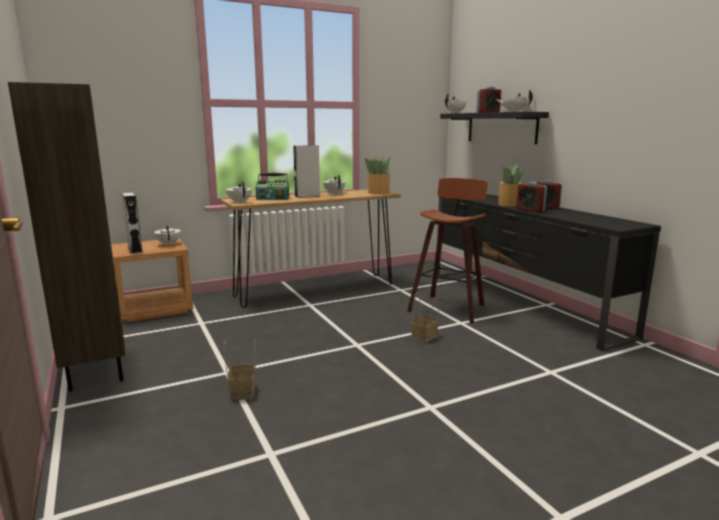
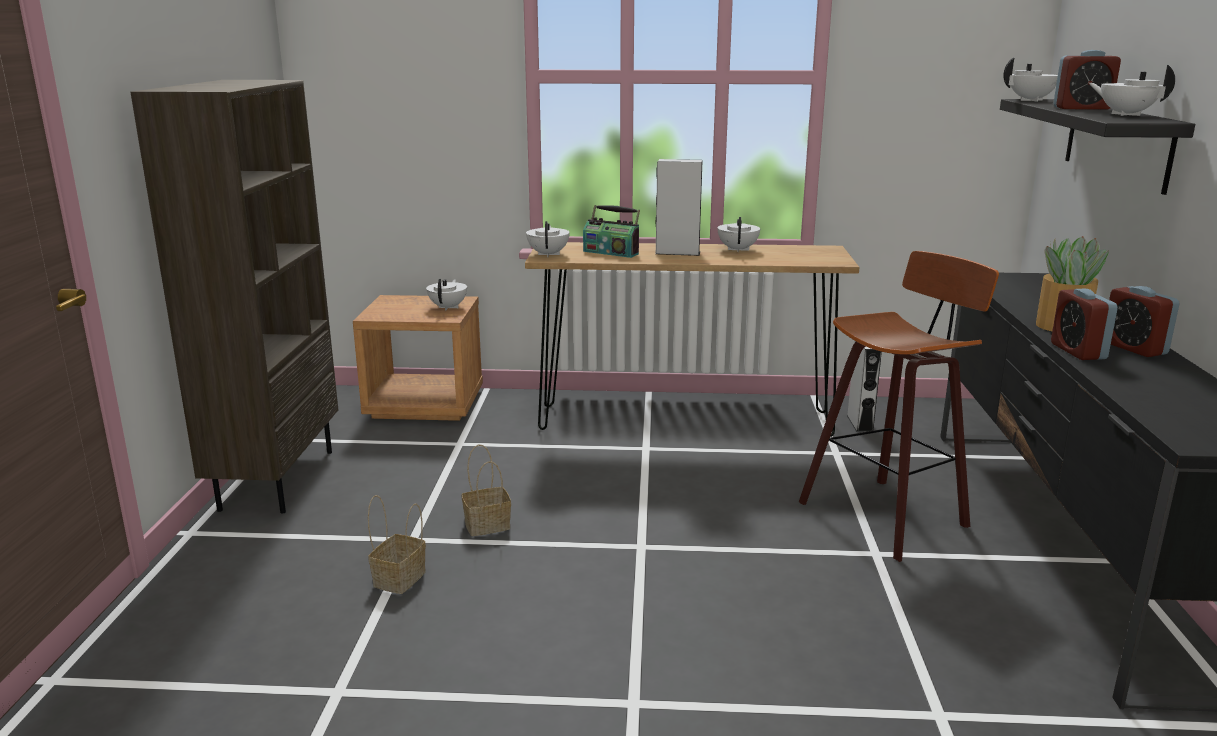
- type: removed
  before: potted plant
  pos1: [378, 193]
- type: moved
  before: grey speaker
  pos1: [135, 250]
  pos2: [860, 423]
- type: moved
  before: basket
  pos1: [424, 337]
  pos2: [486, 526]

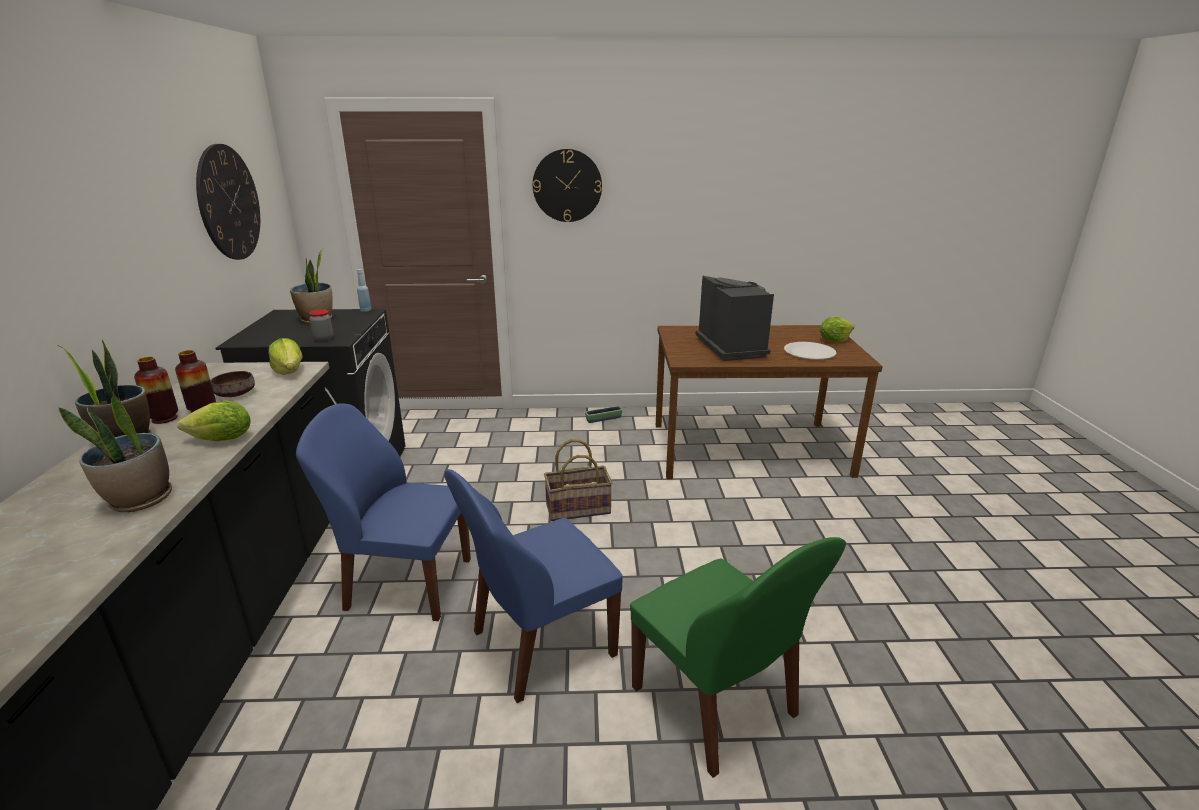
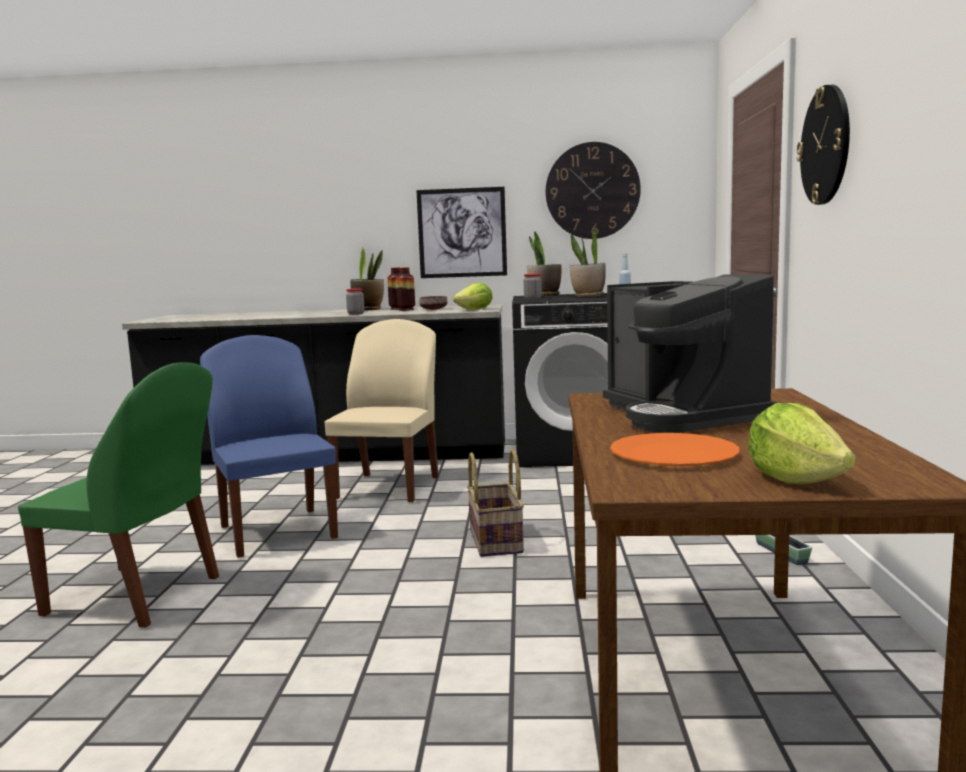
- type: added
  after: picture
  pos2: [462, 233]
- type: moved
  before: potted plant
  pos1: [140, 500]
  pos2: [544, 295]
- type: replaced
  before: lettuce
  after: jar
  pos1: [223, 440]
  pos2: [356, 314]
- type: recoloured
  before: blue chair
  after: beige chair
  pos1: [406, 583]
  pos2: [389, 487]
- type: recoloured
  before: white plate
  after: orange plate
  pos1: [809, 352]
  pos2: [674, 454]
- type: turned
  before: green chair
  pos1: [716, 705]
  pos2: [137, 597]
  turn: -135
- type: turned
  before: coffee machine
  pos1: [732, 347]
  pos2: [682, 415]
  turn: 75

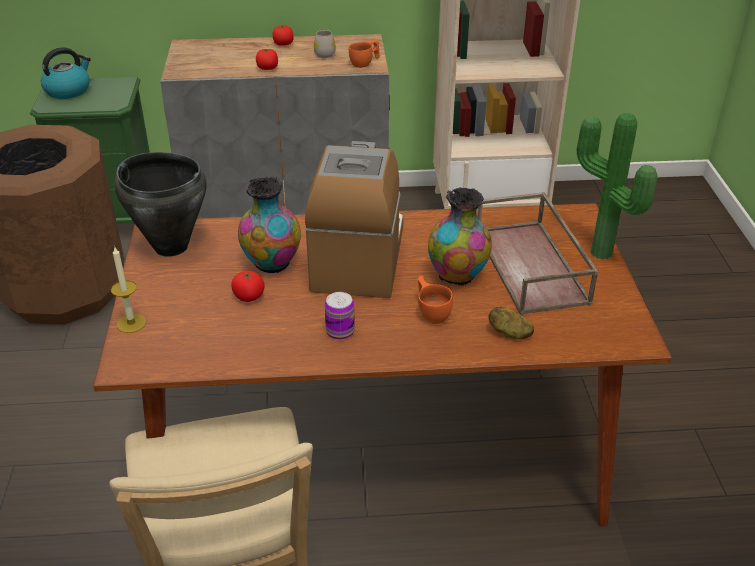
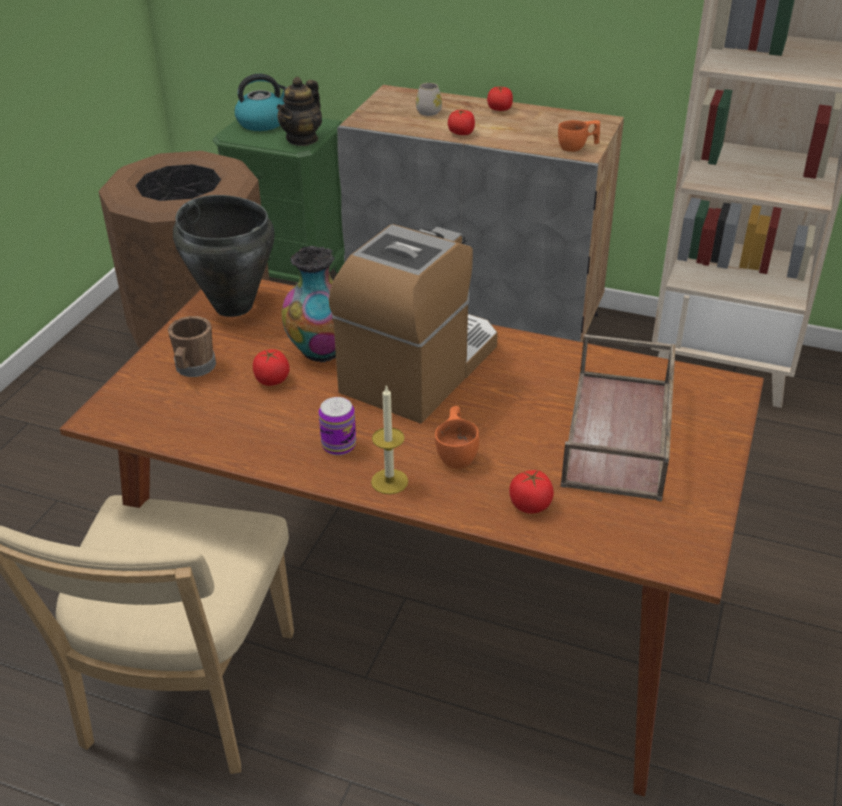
- type: removed
  before: vase
  pos1: [458, 276]
- type: removed
  before: potted plant
  pos1: [598, 254]
- type: added
  after: brown mug
  pos2: [193, 369]
- type: added
  after: teapot
  pos2: [302, 139]
- type: moved
  before: candle
  pos1: [131, 323]
  pos2: [389, 481]
- type: moved
  before: white mug
  pos1: [324, 53]
  pos2: [430, 110]
- type: replaced
  before: potato
  after: tomato
  pos1: [509, 333]
  pos2: [530, 505]

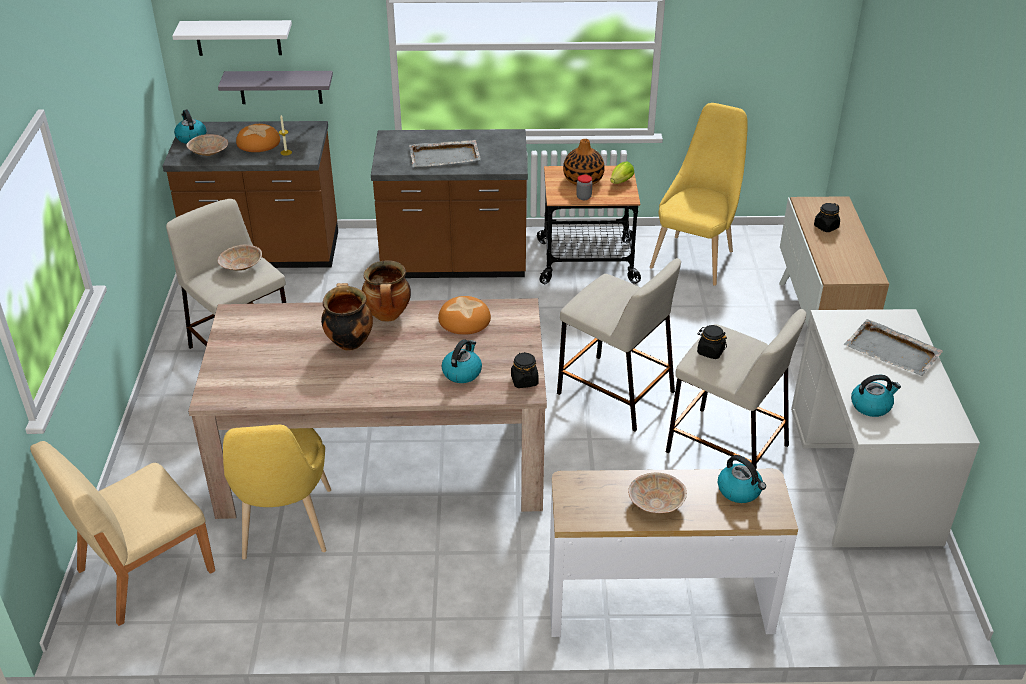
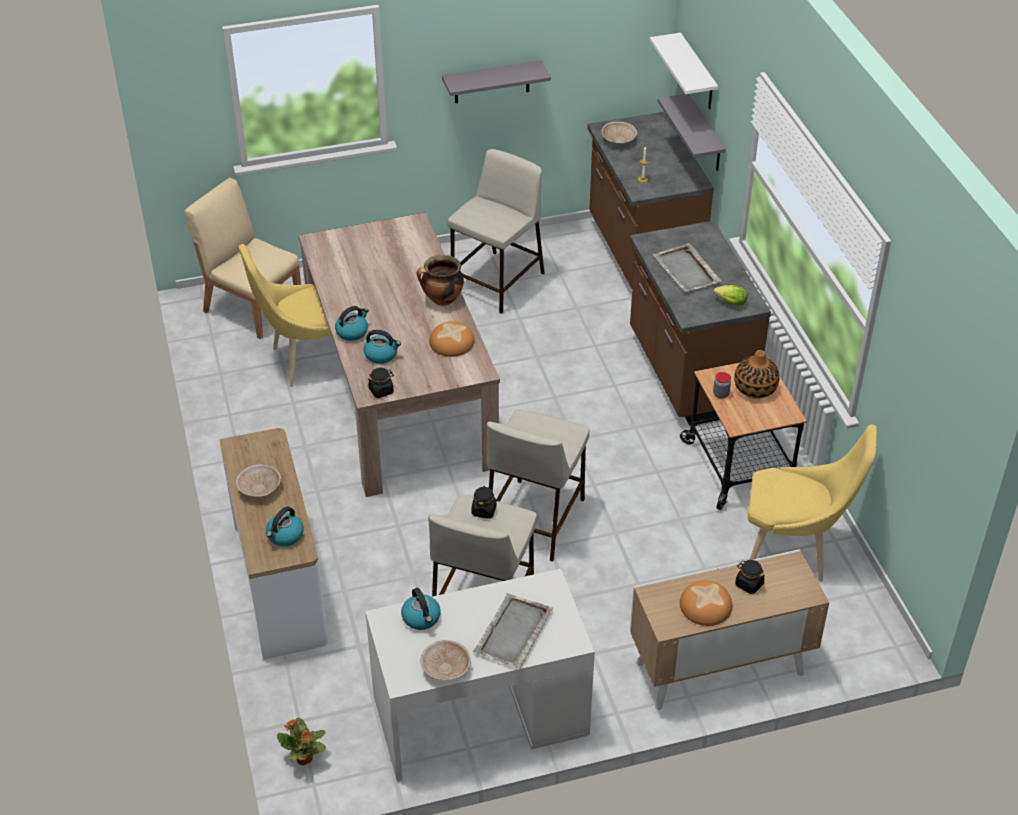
- type: removed
  before: cooking pot
  pos1: [349, 341]
- type: added
  after: potted plant
  pos2: [304, 759]
- type: added
  after: grey shelf
  pos2: [492, 82]
- type: moved
  before: kettle
  pos1: [191, 137]
  pos2: [352, 332]
- type: moved
  before: beige bowl
  pos1: [241, 267]
  pos2: [445, 668]
- type: moved
  before: bread
  pos1: [258, 143]
  pos2: [705, 605]
- type: moved
  before: lettuce
  pos1: [620, 183]
  pos2: [729, 302]

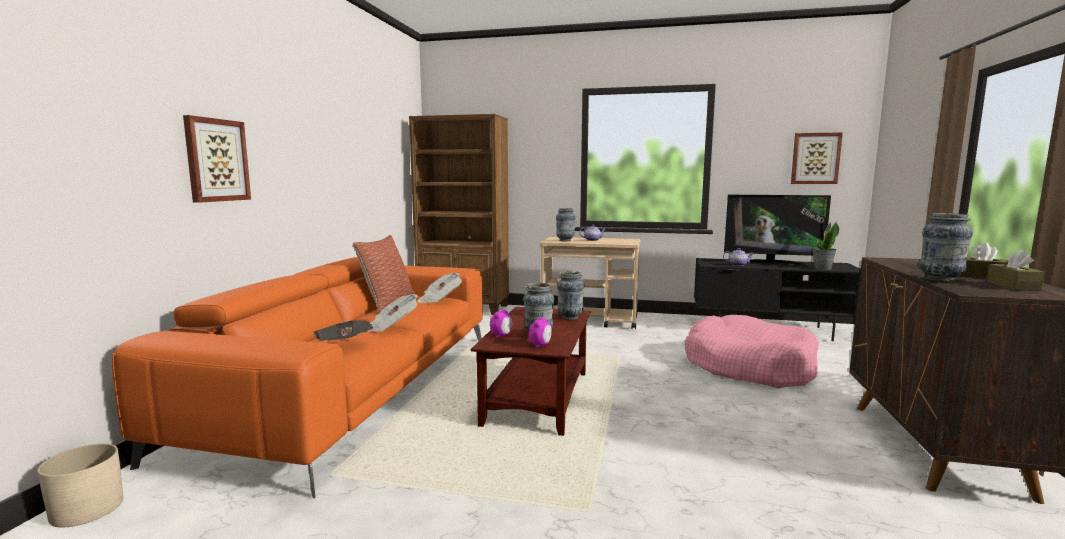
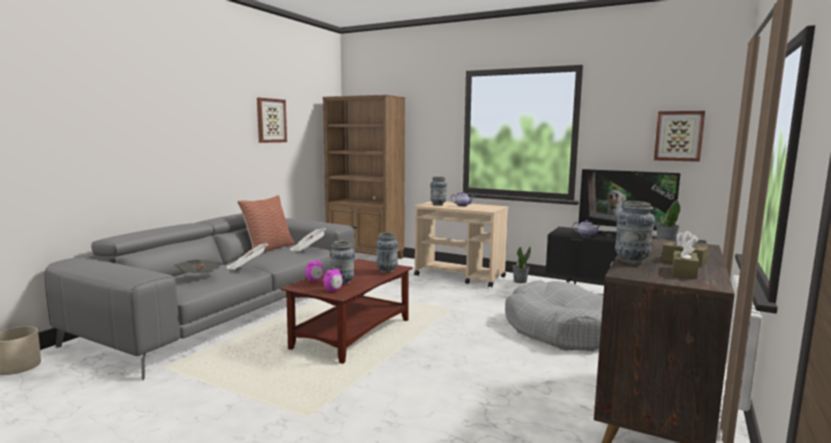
- type: added
  after: potted plant
  pos2: [520, 281]
- type: moved
  before: picture
  pos1: [216, 160]
  pos2: [271, 120]
- type: recoloured
  before: orange sofa
  after: grey sofa
  pos1: [355, 386]
  pos2: [231, 310]
- type: recoloured
  before: pink dog bed
  after: grey dog bed
  pos1: [748, 366]
  pos2: [559, 329]

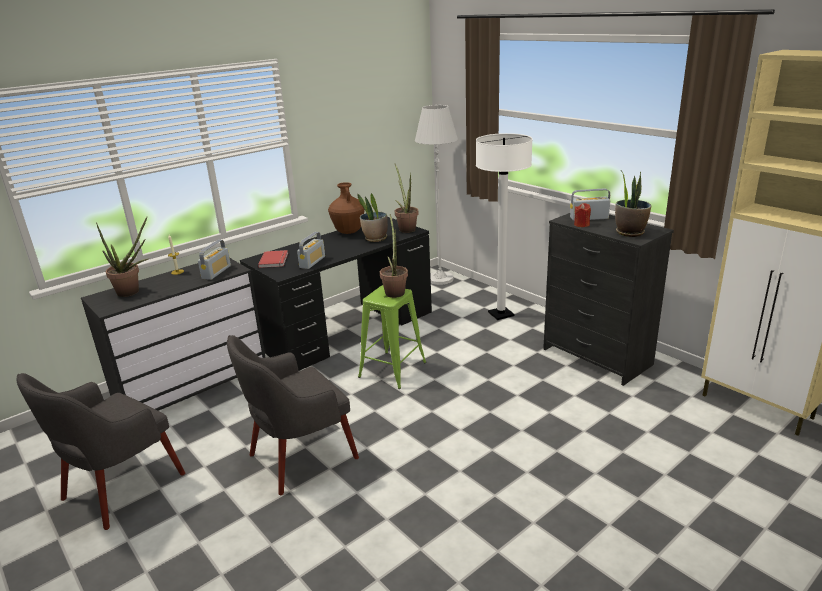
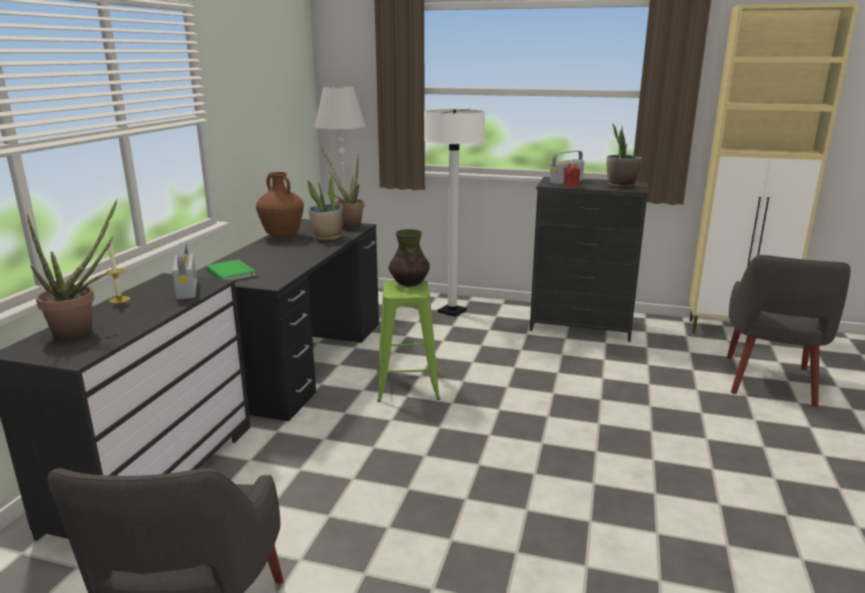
- type: removed
  before: radio
  pos1: [312, 262]
- type: moved
  before: grey armchair
  pos1: [301, 457]
  pos2: [769, 381]
- type: replaced
  before: potted plant
  after: vase
  pos1: [395, 291]
  pos2: [409, 283]
- type: recoloured
  before: red book
  after: green book
  pos1: [275, 260]
  pos2: [232, 272]

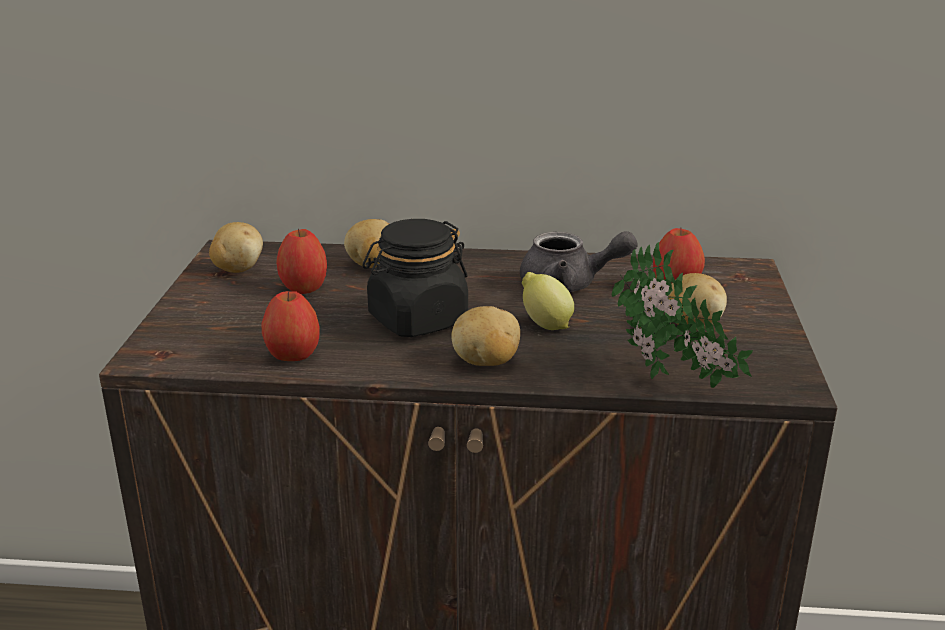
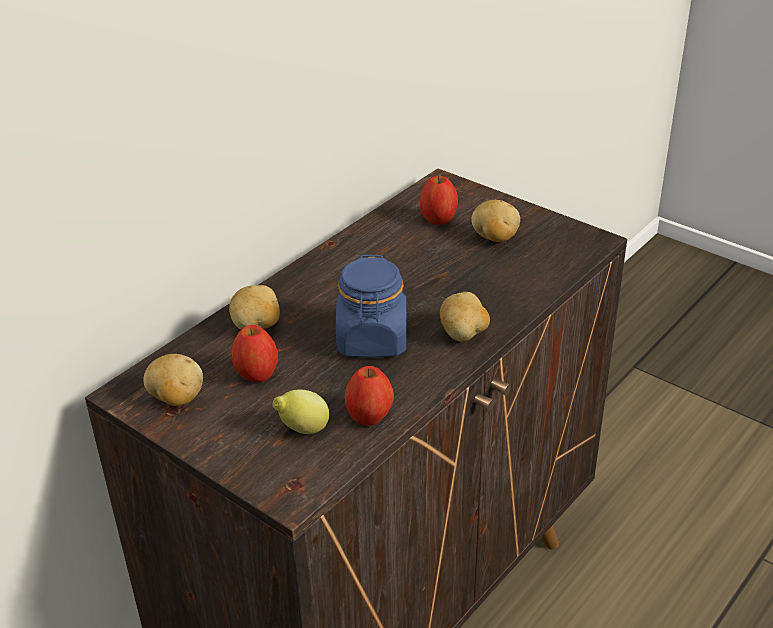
- type: removed
  before: grey teapot
  pos1: [569, 284]
- type: removed
  before: potted plant
  pos1: [672, 383]
- type: moved
  before: lemon
  pos1: [544, 324]
  pos2: [302, 430]
- type: recoloured
  before: black jar
  after: blue jar
  pos1: [417, 320]
  pos2: [372, 340]

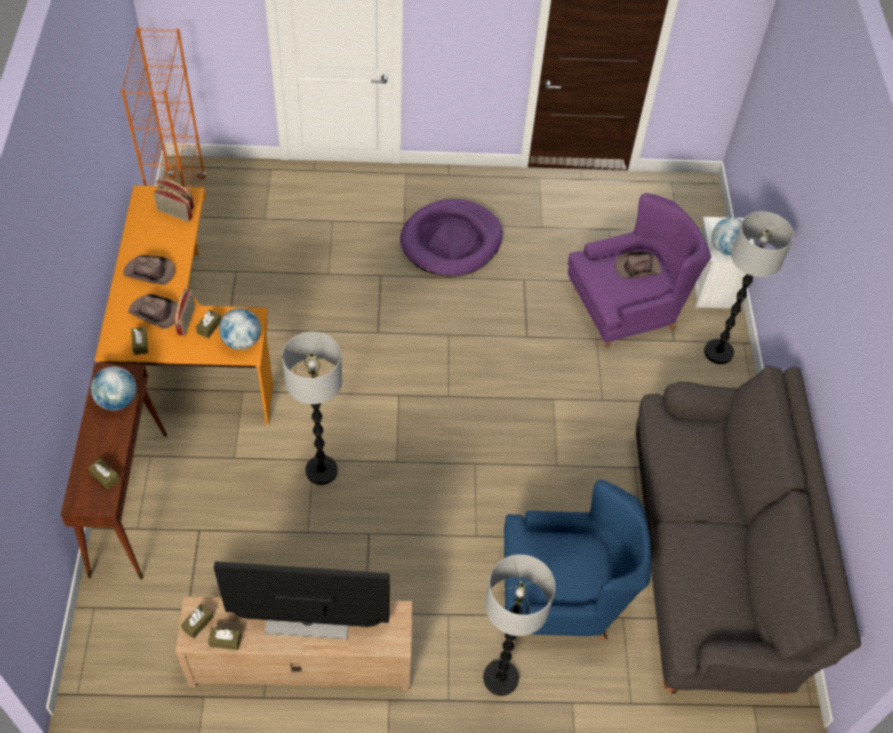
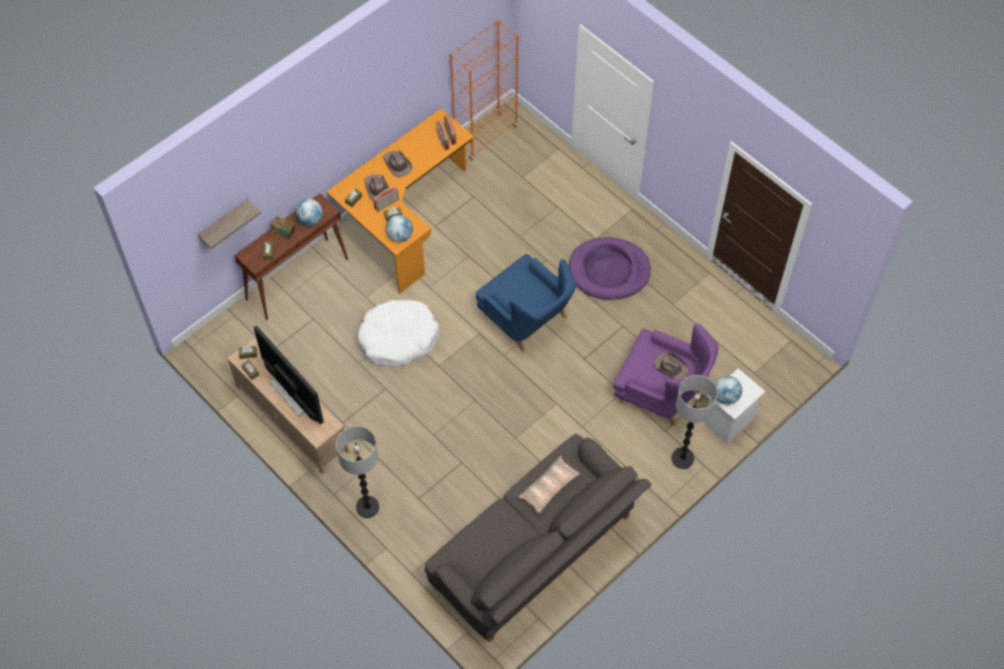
- type: added
  after: shelf
  pos2: [224, 223]
- type: added
  after: radio
  pos2: [284, 232]
- type: added
  after: pillow
  pos2: [549, 488]
- type: moved
  before: blue armchair
  pos1: [562, 594]
  pos2: [527, 317]
- type: replaced
  before: floor lamp
  after: white dog bed
  pos1: [321, 470]
  pos2: [398, 338]

